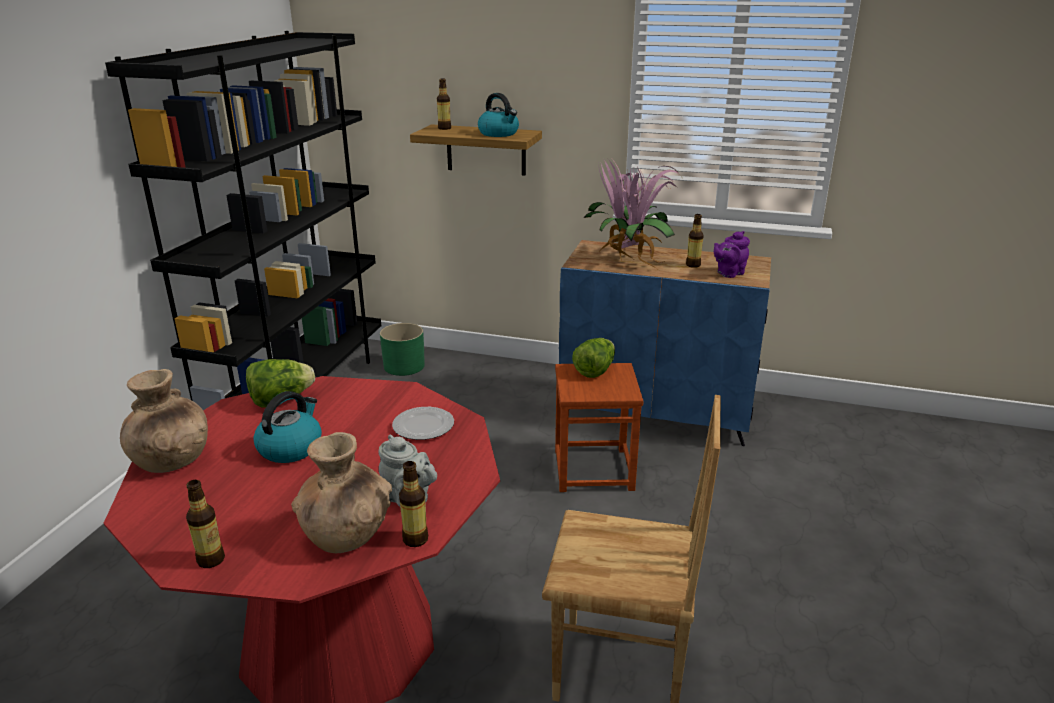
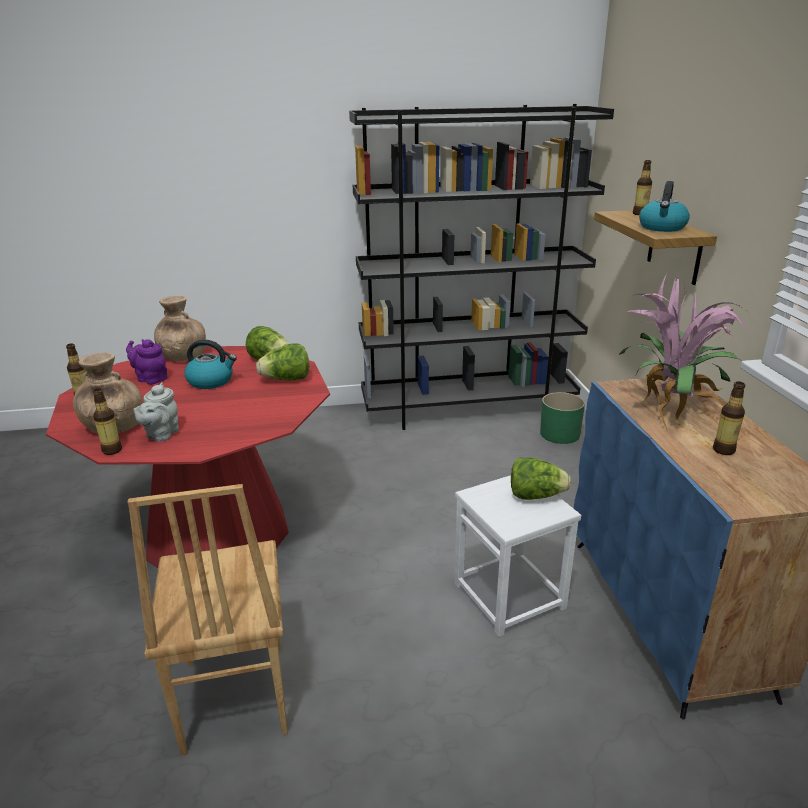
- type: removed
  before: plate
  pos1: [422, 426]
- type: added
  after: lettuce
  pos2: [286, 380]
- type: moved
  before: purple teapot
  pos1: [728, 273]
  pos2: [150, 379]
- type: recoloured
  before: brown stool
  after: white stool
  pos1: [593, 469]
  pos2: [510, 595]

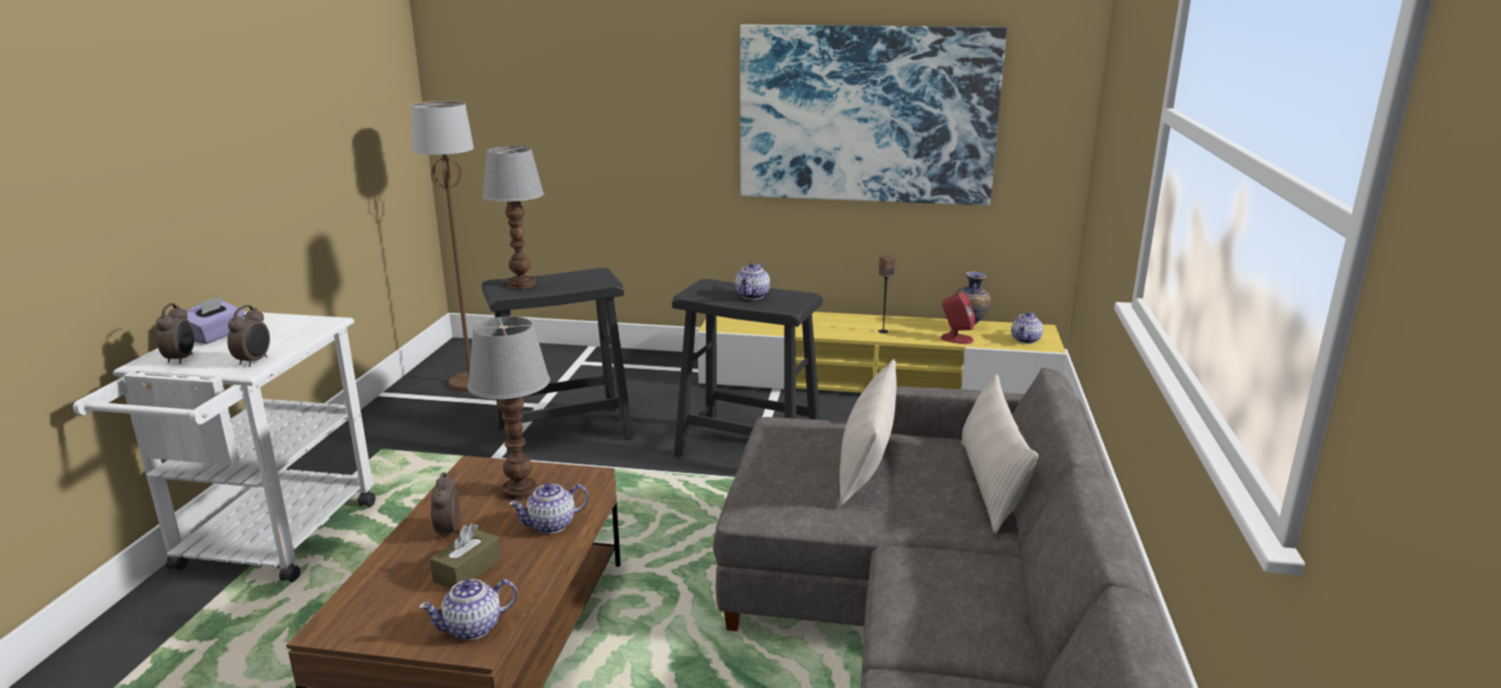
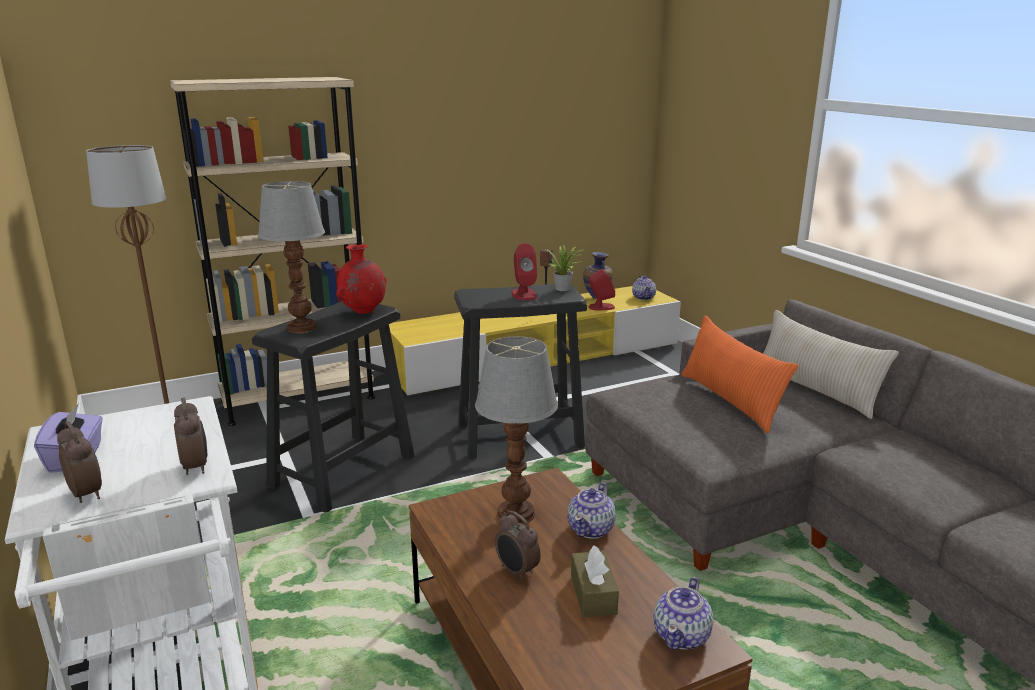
- type: removed
  before: picture
  pos1: [867, 115]
- type: added
  after: beige bookcase
  pos2: [298, 399]
- type: added
  after: red vase
  pos2: [363, 311]
- type: added
  after: potted plant
  pos2: [564, 288]
- type: replaced
  before: teapot
  after: red speaker
  pos1: [753, 296]
  pos2: [524, 294]
- type: recoloured
  before: beige pillow
  after: orange pillow
  pos1: [866, 463]
  pos2: [730, 400]

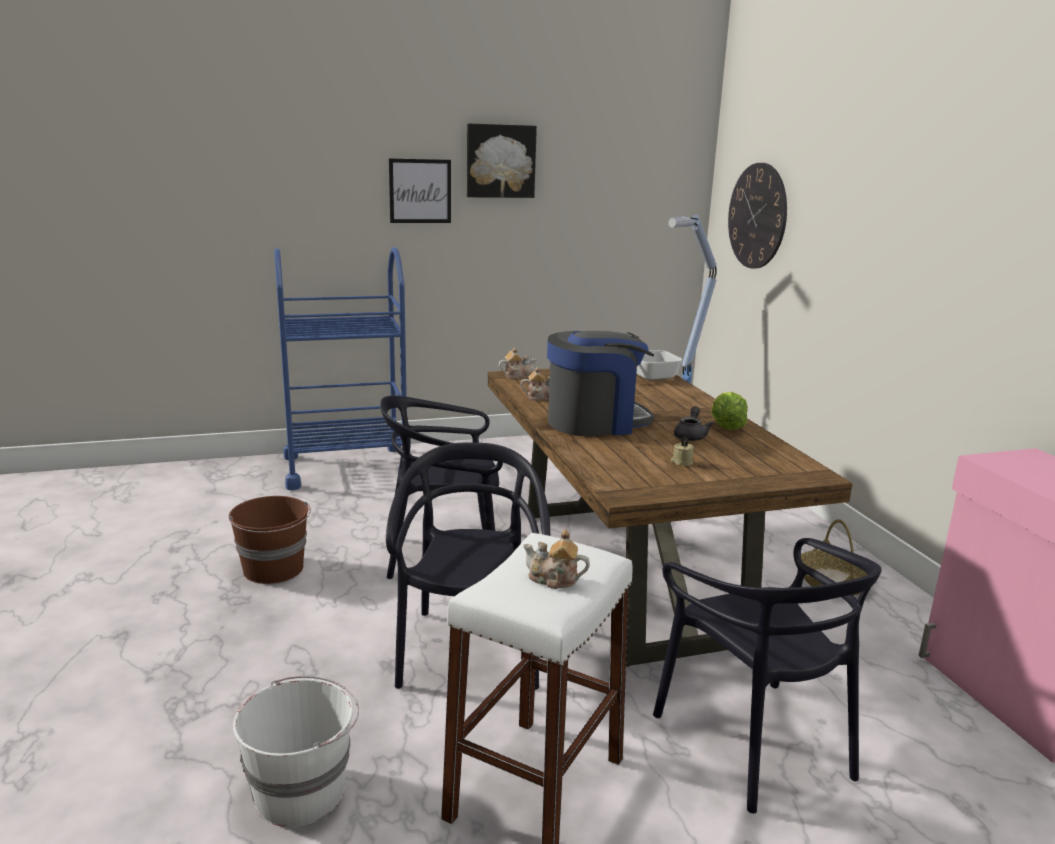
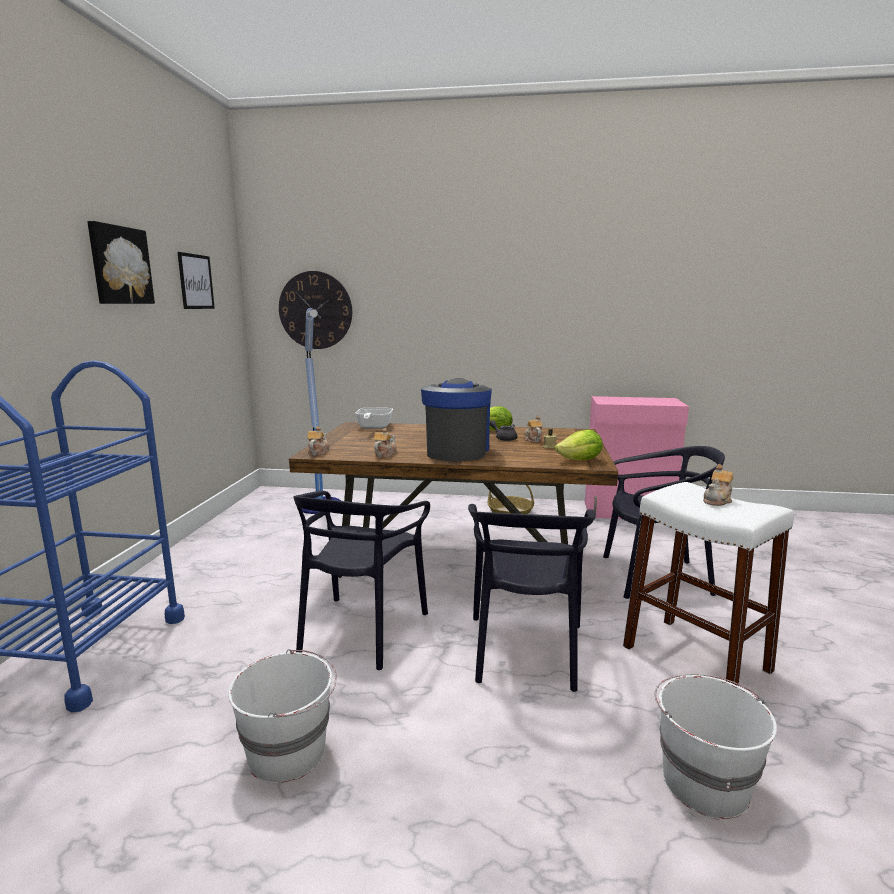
- type: added
  after: teapot
  pos2: [532, 440]
- type: added
  after: lettuce
  pos2: [580, 460]
- type: moved
  before: picture
  pos1: [420, 191]
  pos2: [196, 281]
- type: recoloured
  before: brown bucket
  after: white bucket
  pos1: [274, 569]
  pos2: [289, 752]
- type: turned
  before: black chair
  pos1: [469, 650]
  pos2: [525, 650]
  turn: -105

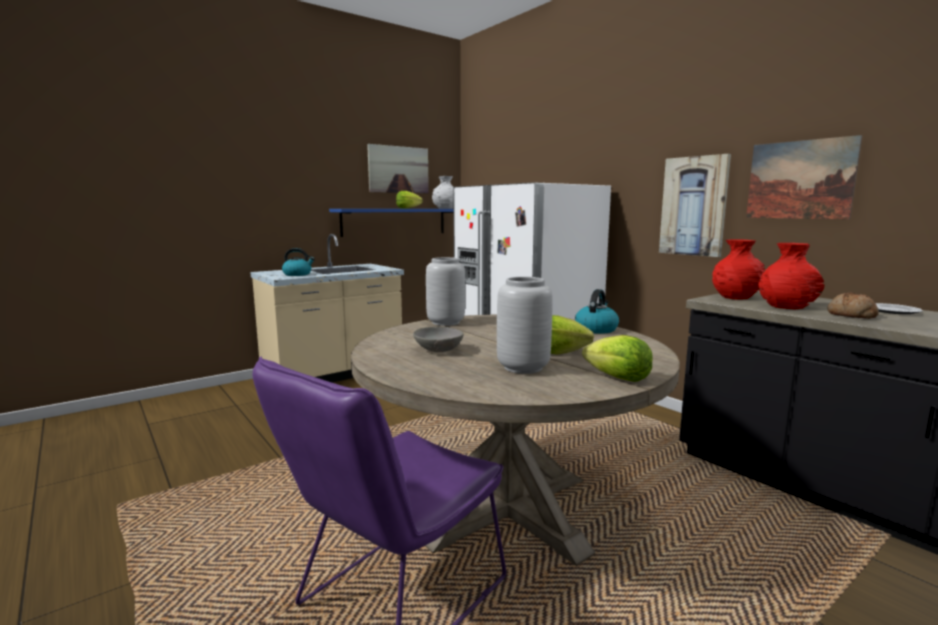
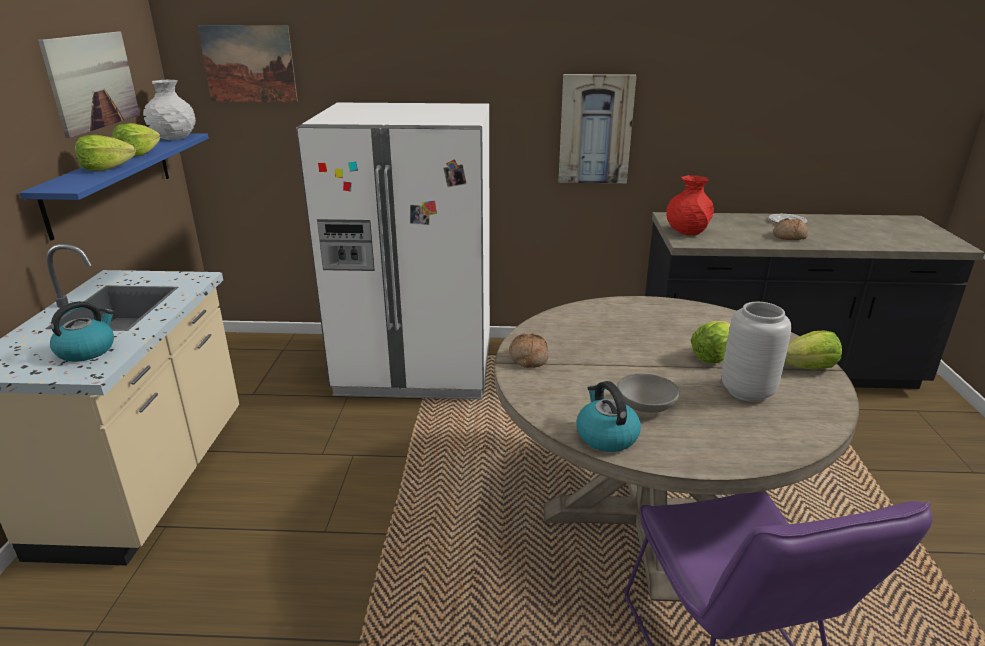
- type: removed
  before: red vase
  pos1: [787, 306]
- type: added
  after: lettuce
  pos2: [106, 168]
- type: moved
  before: kettle
  pos1: [596, 329]
  pos2: [606, 436]
- type: moved
  before: picture
  pos1: [799, 180]
  pos2: [249, 64]
- type: replaced
  before: grey vase
  after: bread
  pos1: [446, 322]
  pos2: [527, 358]

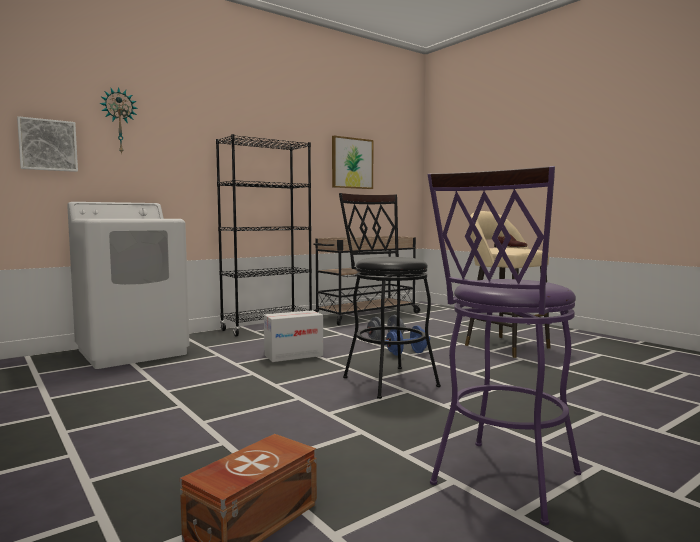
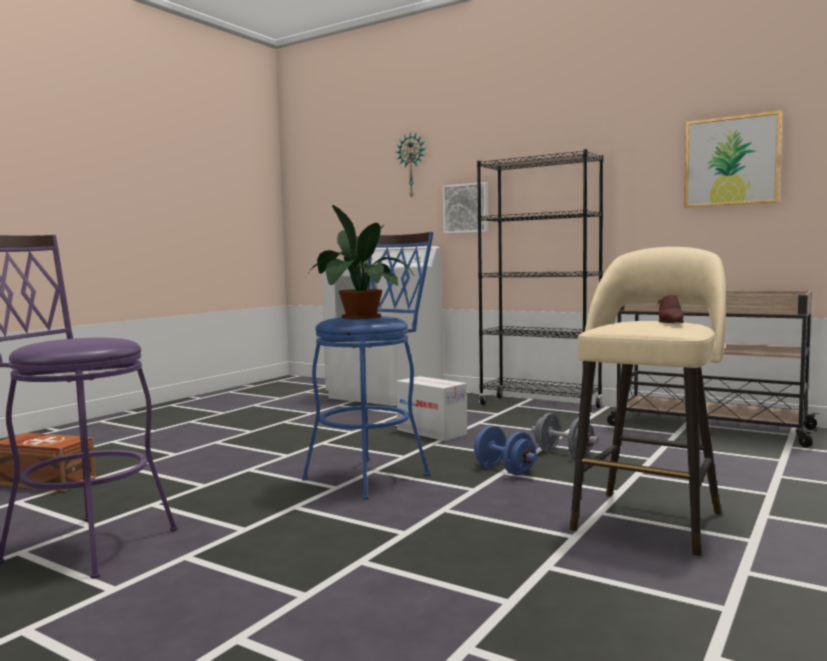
- type: added
  after: potted plant
  pos2: [357, 317]
- type: moved
  before: picture
  pos1: [48, 145]
  pos2: [466, 208]
- type: recoloured
  before: black stool
  after: blue stool
  pos1: [386, 379]
  pos2: [374, 474]

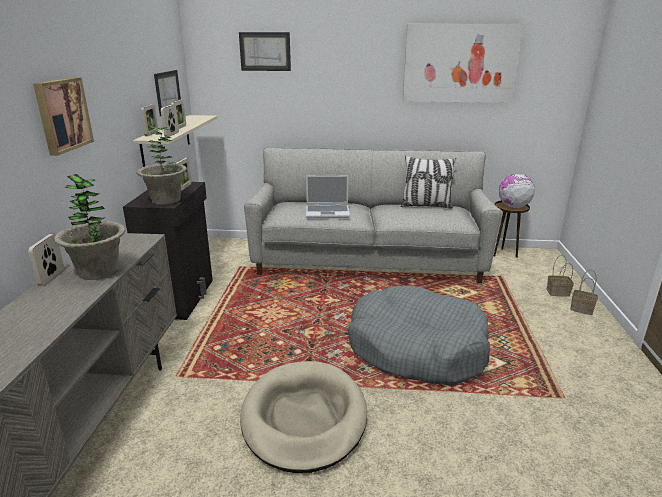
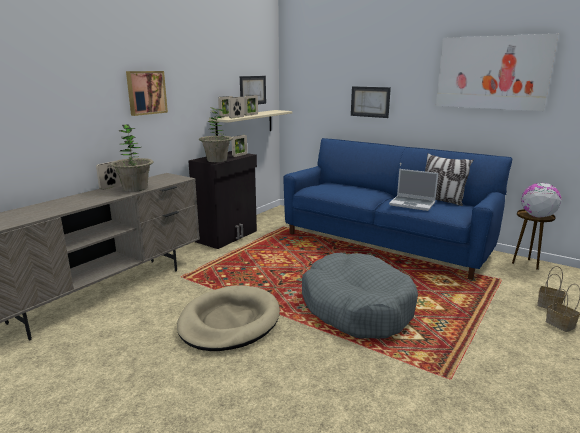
- type: moved
  before: picture
  pos1: [265, 51]
  pos2: [370, 102]
- type: moved
  before: laptop
  pos1: [328, 212]
  pos2: [413, 204]
- type: recoloured
  before: grey sofa
  after: blue sofa
  pos1: [368, 261]
  pos2: [384, 243]

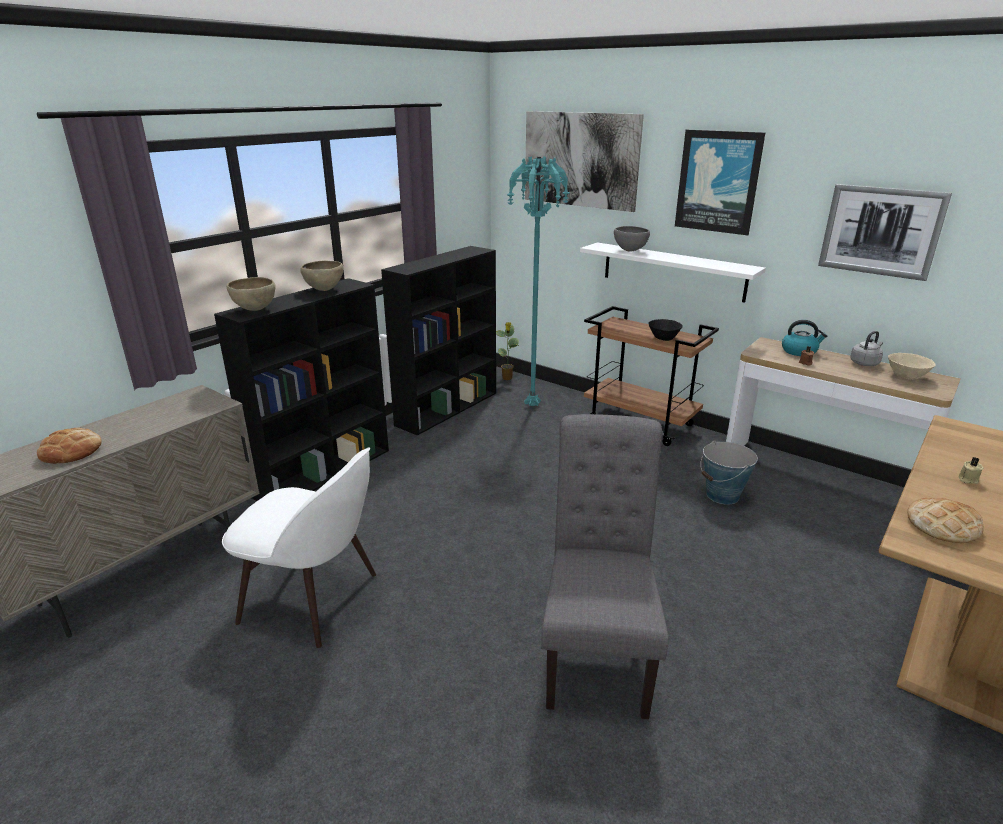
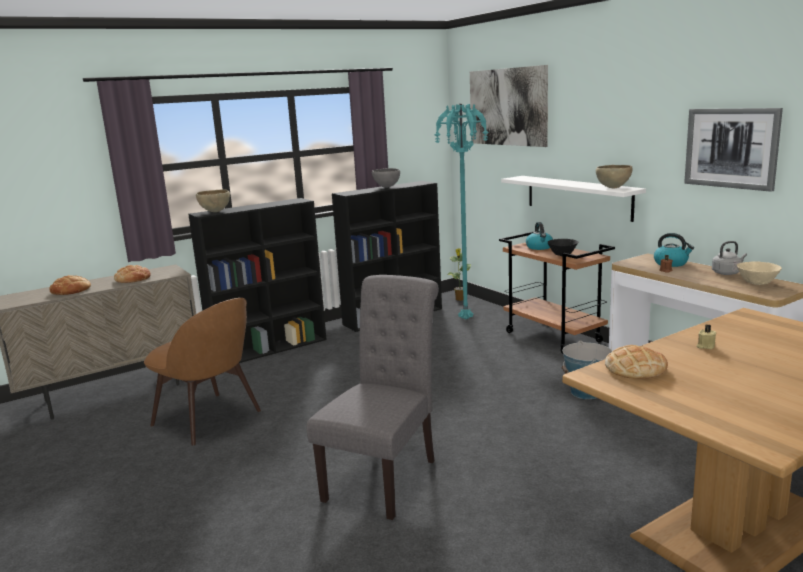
- type: removed
  before: picture
  pos1: [718, 182]
- type: added
  after: bread
  pos2: [133, 279]
- type: added
  after: kettle
  pos2: [539, 247]
- type: moved
  before: brown bowl
  pos1: [324, 290]
  pos2: [613, 188]
- type: moved
  before: grey bowl
  pos1: [630, 251]
  pos2: [386, 187]
- type: recoloured
  before: white chair
  after: brown chair
  pos1: [314, 599]
  pos2: [209, 419]

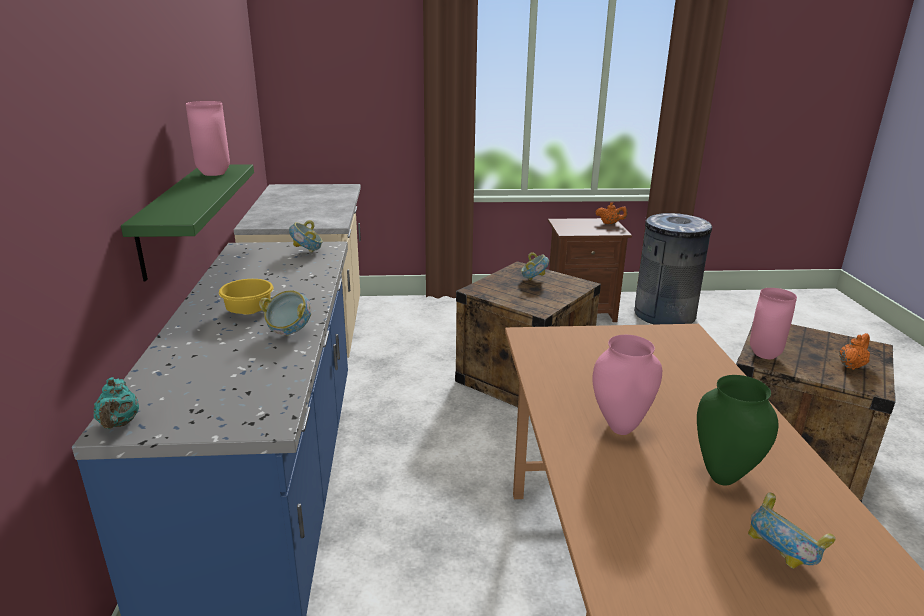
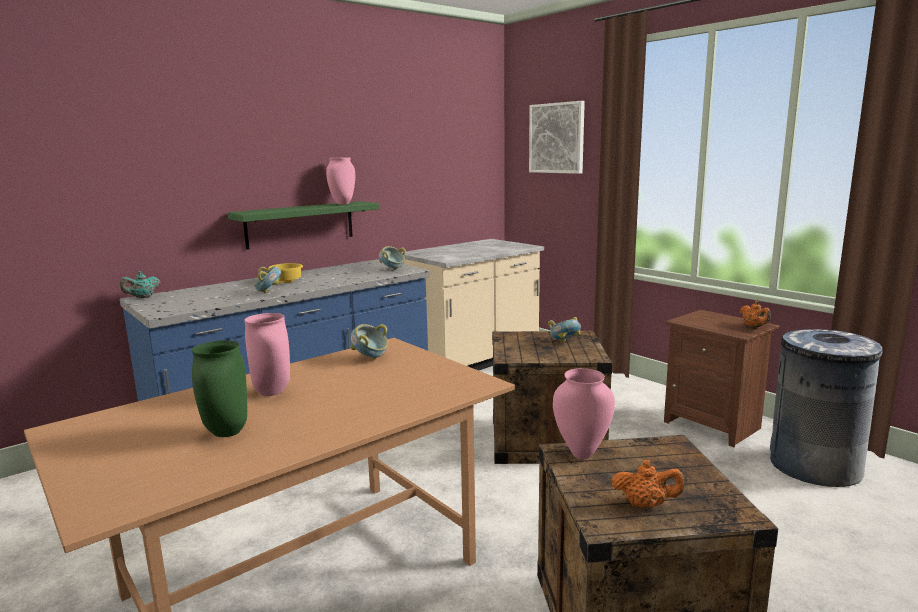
- type: added
  after: picture
  pos2: [557, 138]
- type: moved
  before: bowl
  pos1: [780, 560]
  pos2: [370, 358]

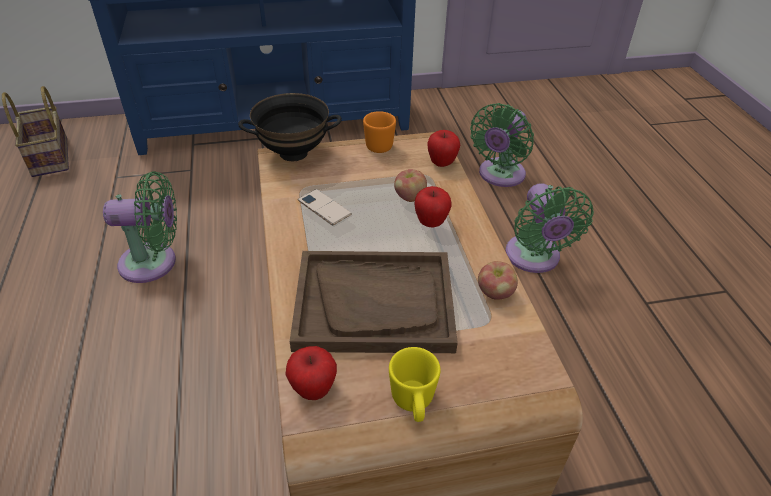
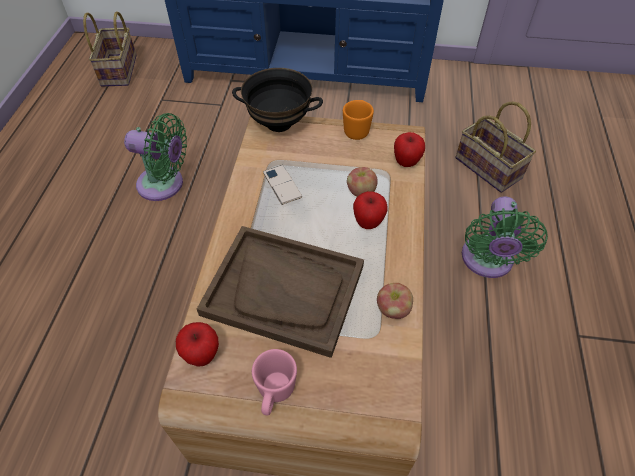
- type: replaced
  before: green fan
  after: basket
  pos1: [499, 175]
  pos2: [490, 168]
- type: recoloured
  before: yellow mug
  after: pink mug
  pos1: [413, 404]
  pos2: [275, 394]

